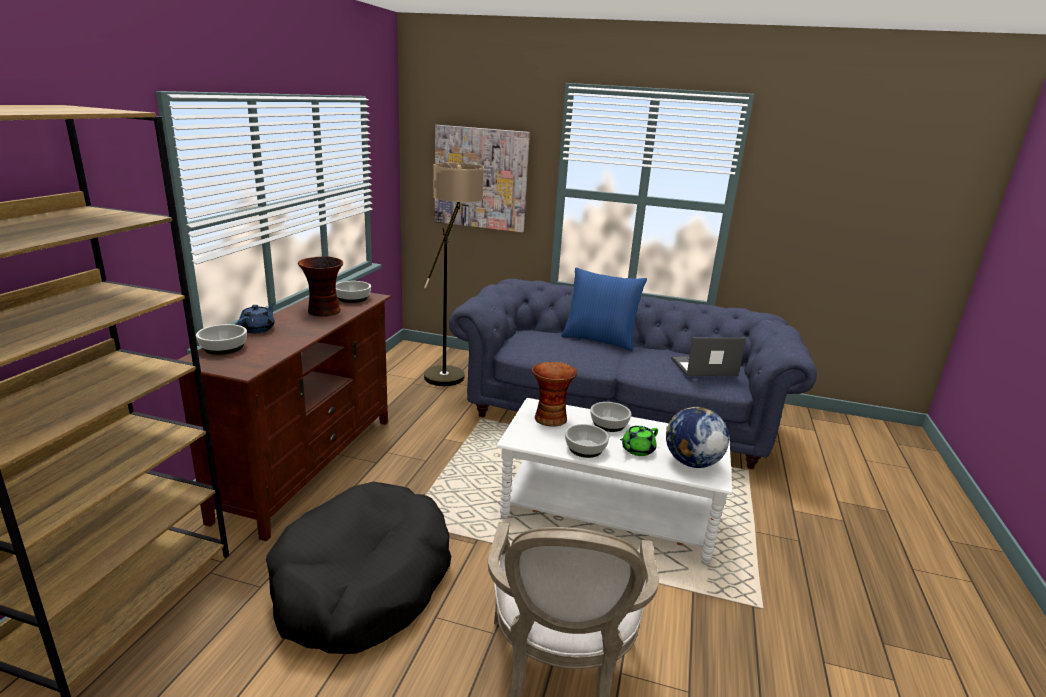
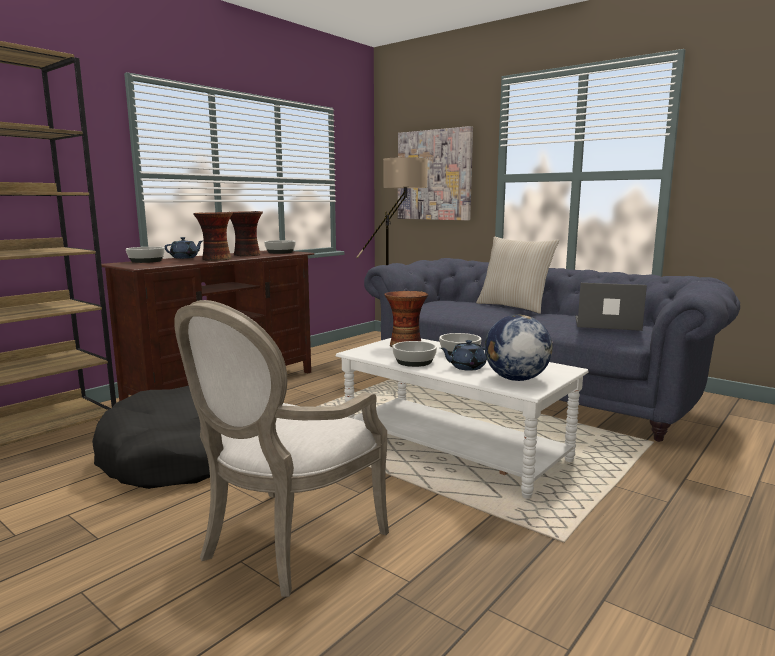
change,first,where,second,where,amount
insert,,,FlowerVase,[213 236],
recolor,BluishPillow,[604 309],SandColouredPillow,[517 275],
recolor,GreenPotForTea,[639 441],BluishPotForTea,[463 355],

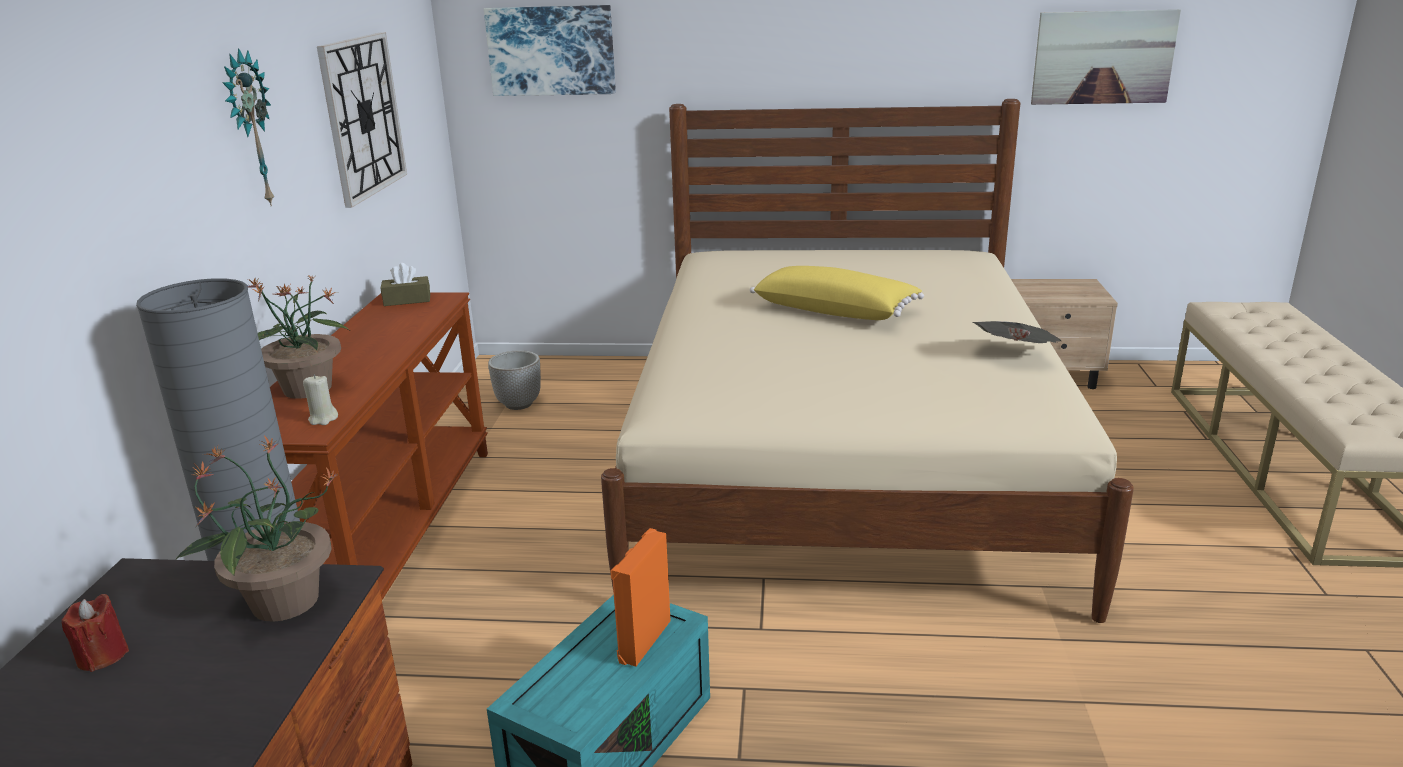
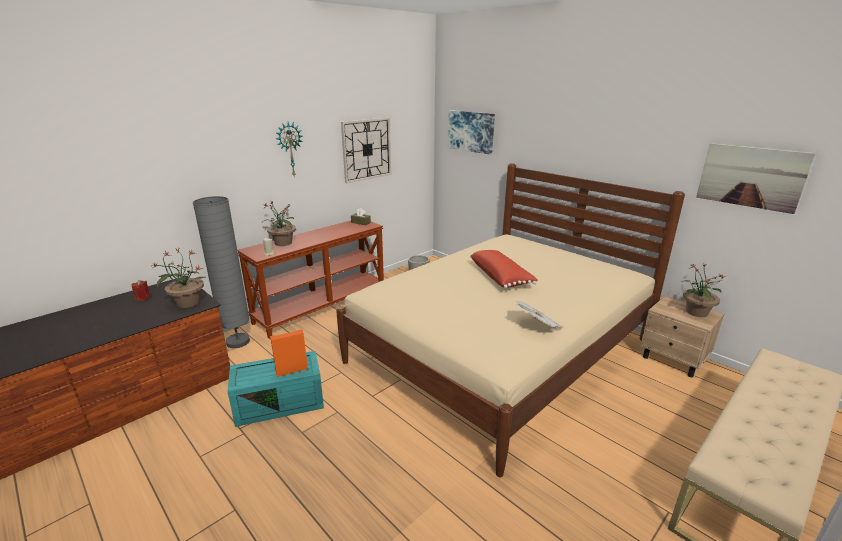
change,first,where,second,where,amount
insert,,,PlantInAPot,[704 290],
recolor,YellowColouredPillow,[837 293],ReddishPillow,[504 269],

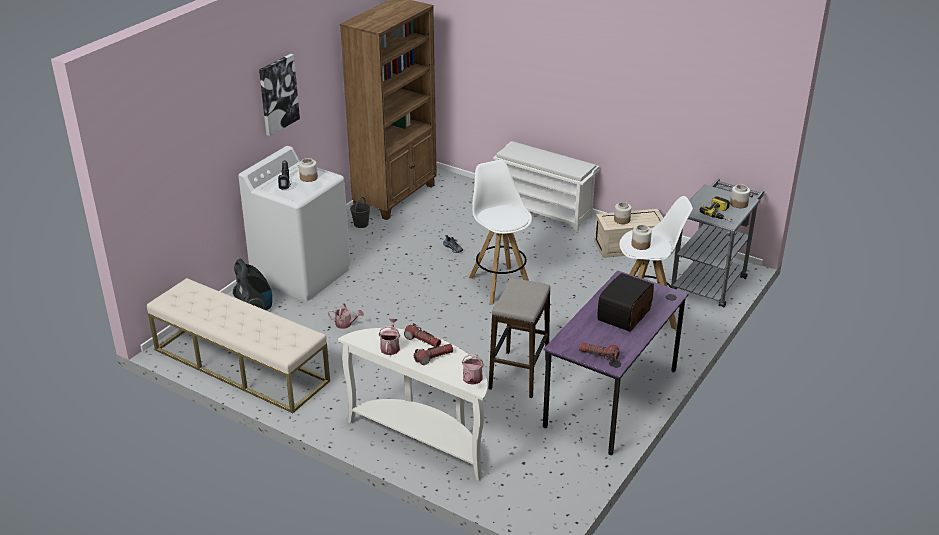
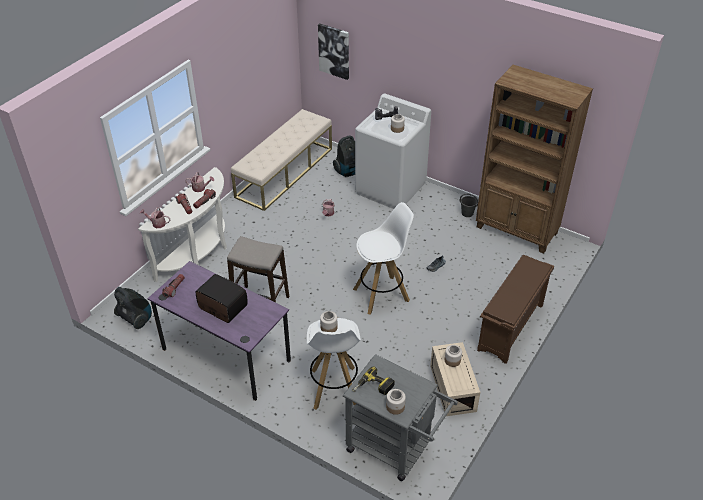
change,first,where,second,where,amount
insert,,,VacuumCleaner,[133 308],
move,WallPicture,[279 95],,[333 51],
recolor,WhiteShoeShelf,[546 186],BrownColouredShoeShelf,[515 309],

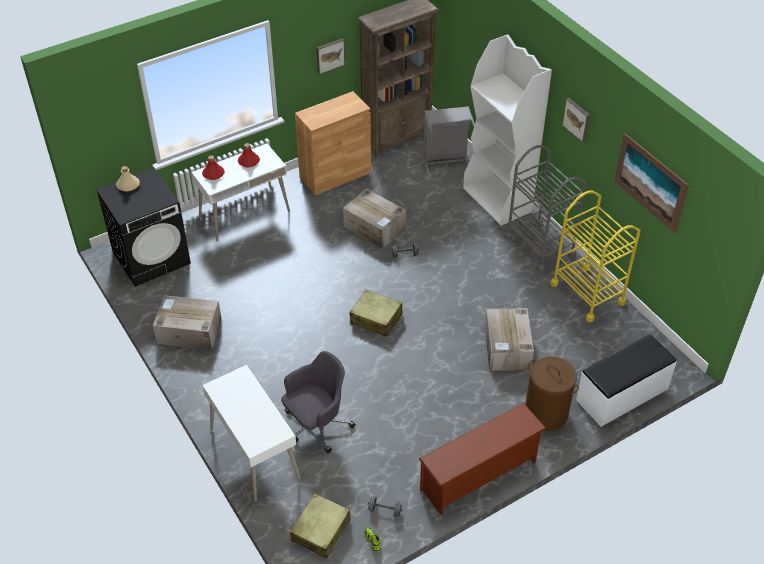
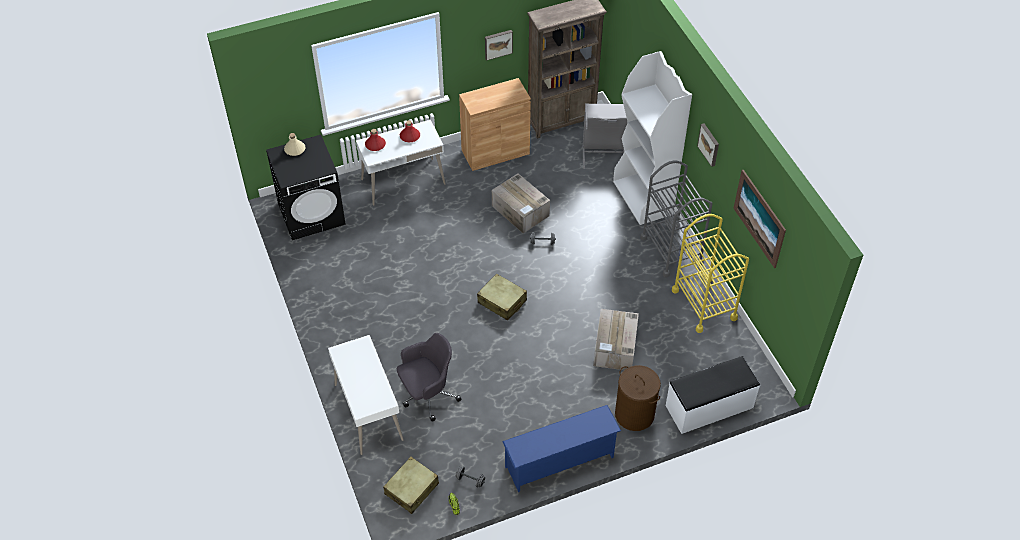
change,first,where,second,where,amount
delete,CardboardBox,[187 322],,,
recolor,BrownColouredShoeShelf,[482 459],BluishShoeShelf,[561 448],

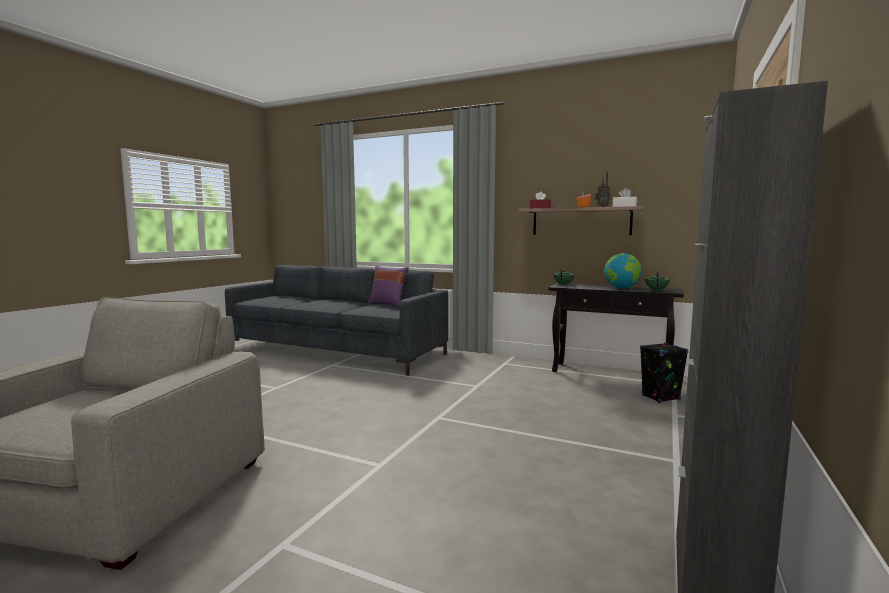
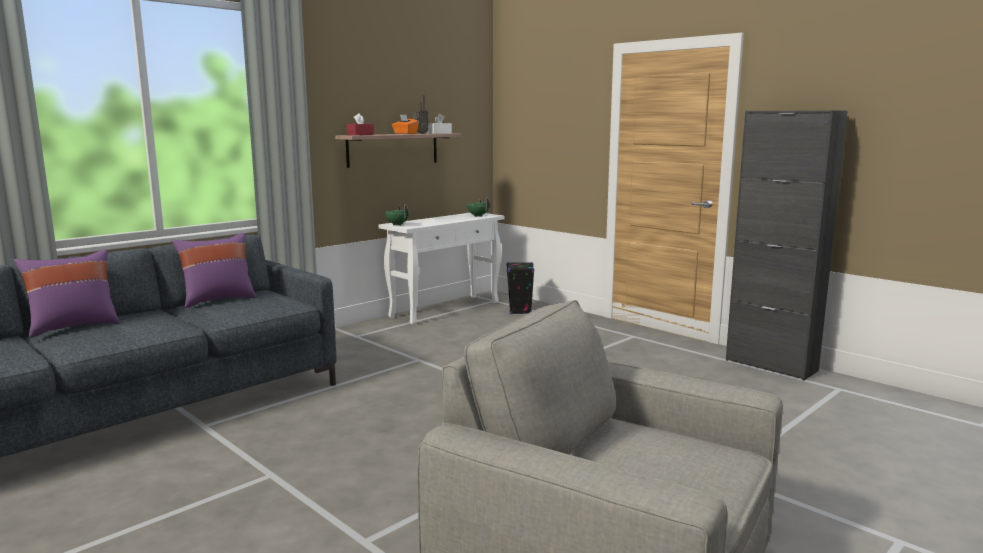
change,first,where,second,where,amount
delete,DeskGlobe,[623 271],,,
insert,,,PurplePillow,[67 293],
recolor,BlackConsoleTable,[616 327],WhiteConsoleTable,[441 269],

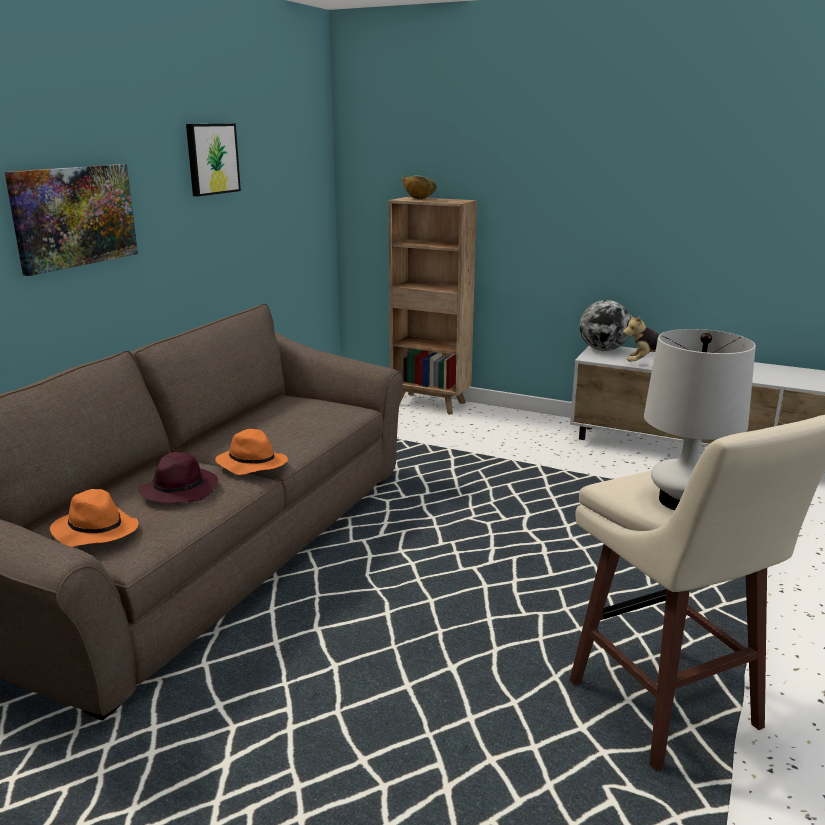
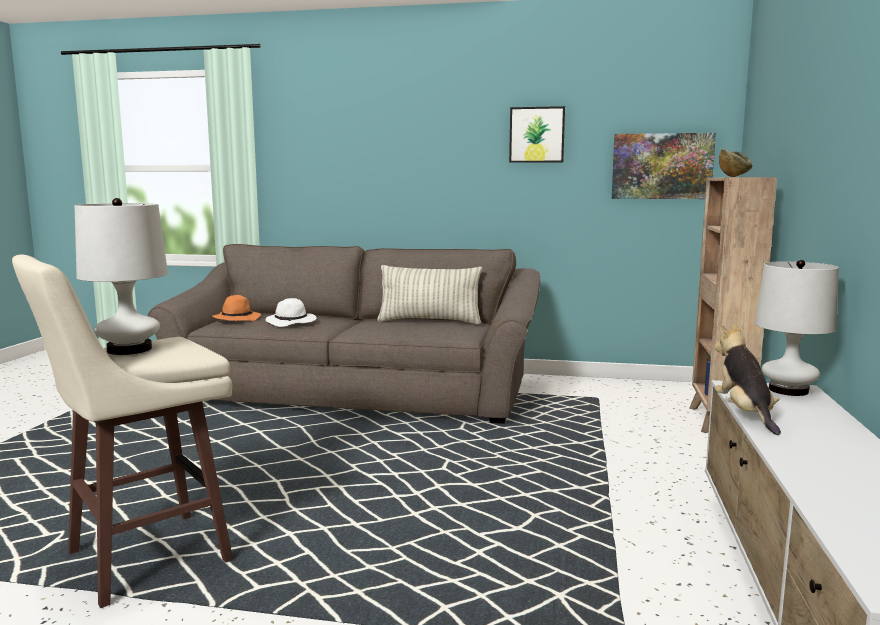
change,first,where,second,where,amount
delete,OrangeColouredWearableHat,[251 452],,,
insert,,,Pillow,[430 294],
move,WallPicture,[71 220],,[664 166],
replace,DeskGlobe,[605 325],WhiteLampForATable,[797 328],
recolor,PurpleWearableHat,[178 477],WhiteWearableHat,[291 312],

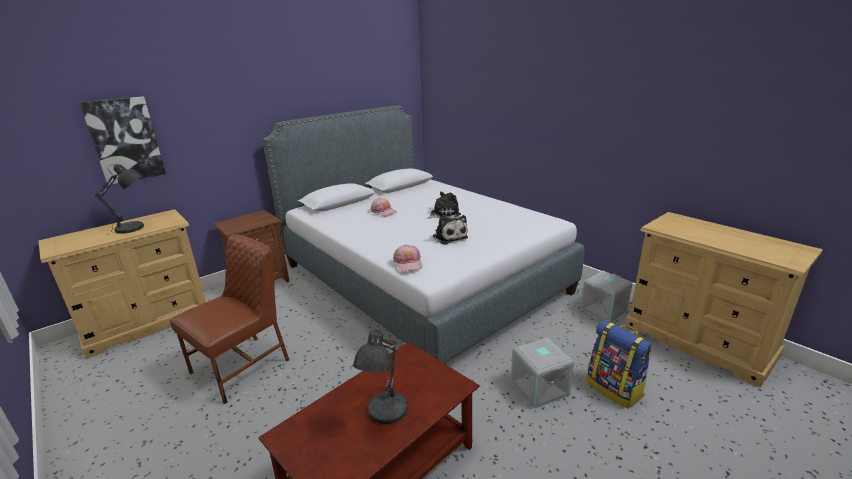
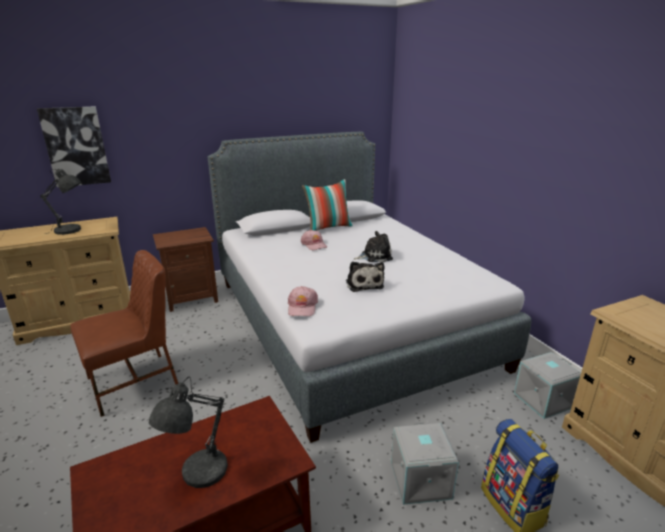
change,first,where,second,where,amount
insert,,,Pillow,[327 205],

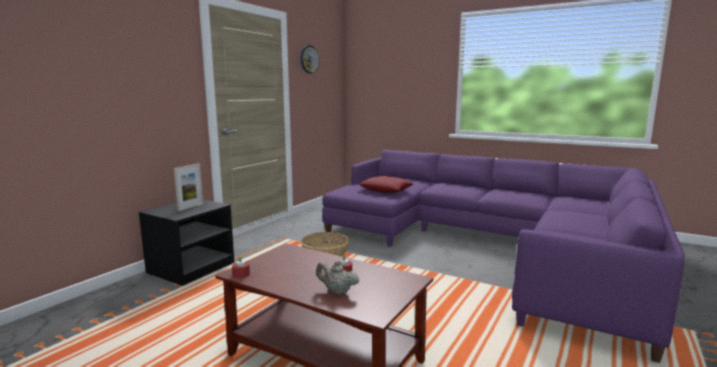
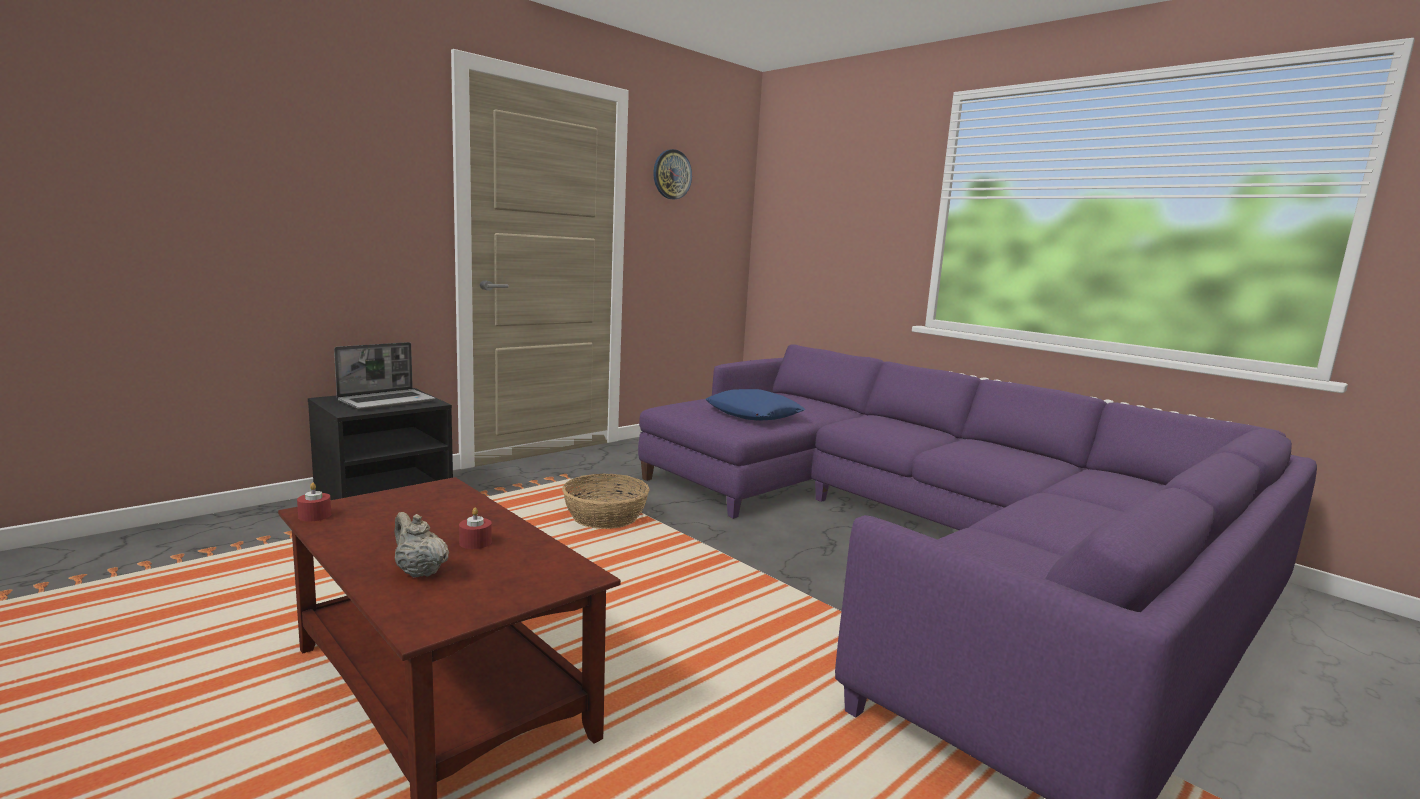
change,first,where,second,where,amount
replace,StandingFrame,[188 187],Laptop,[385 376],
recolor,ReddishPillow,[386 184],BluishPillow,[756 405],

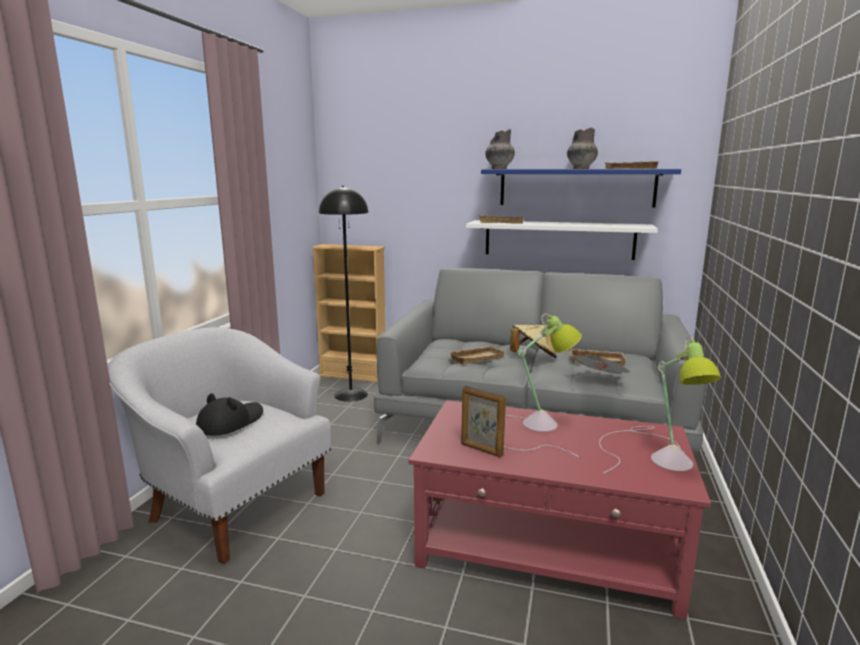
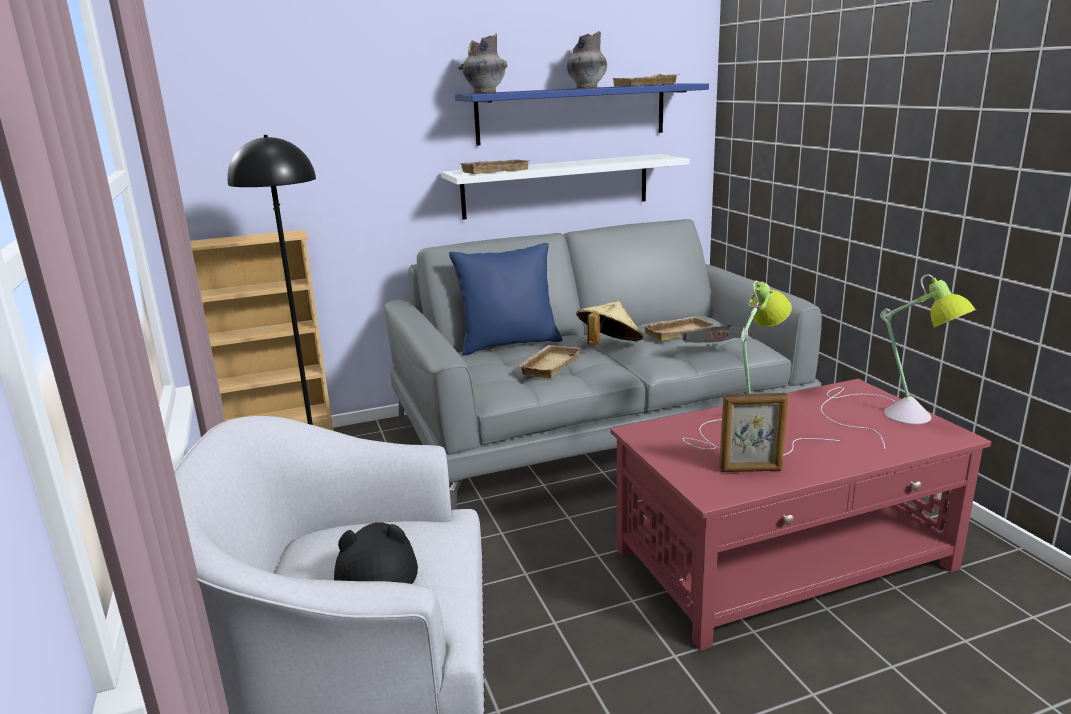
change,first,where,second,where,amount
insert,,,BluishPillow,[505 299],

